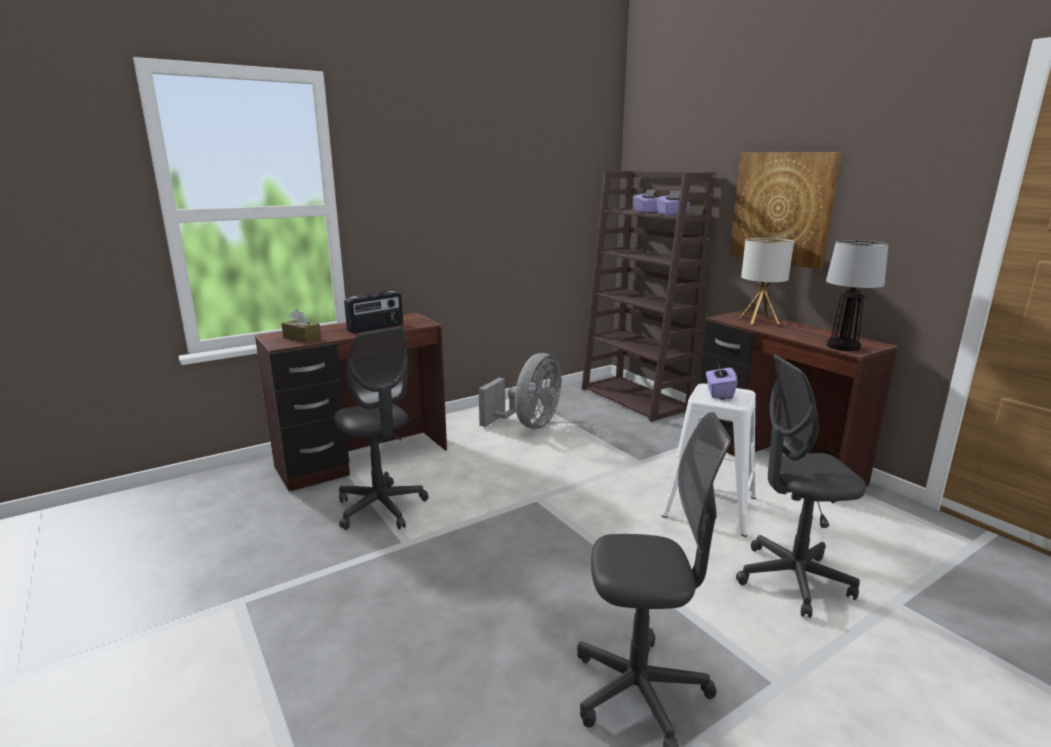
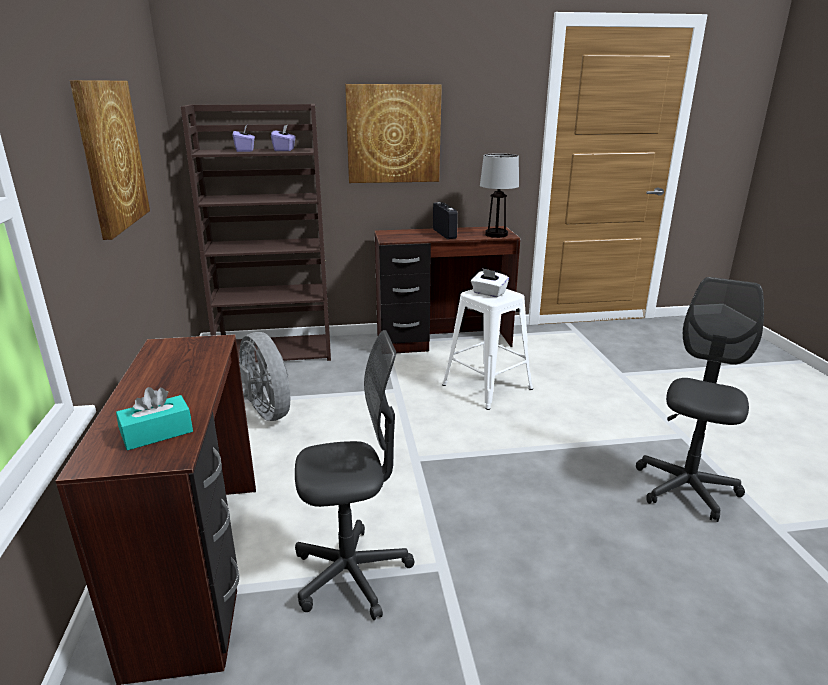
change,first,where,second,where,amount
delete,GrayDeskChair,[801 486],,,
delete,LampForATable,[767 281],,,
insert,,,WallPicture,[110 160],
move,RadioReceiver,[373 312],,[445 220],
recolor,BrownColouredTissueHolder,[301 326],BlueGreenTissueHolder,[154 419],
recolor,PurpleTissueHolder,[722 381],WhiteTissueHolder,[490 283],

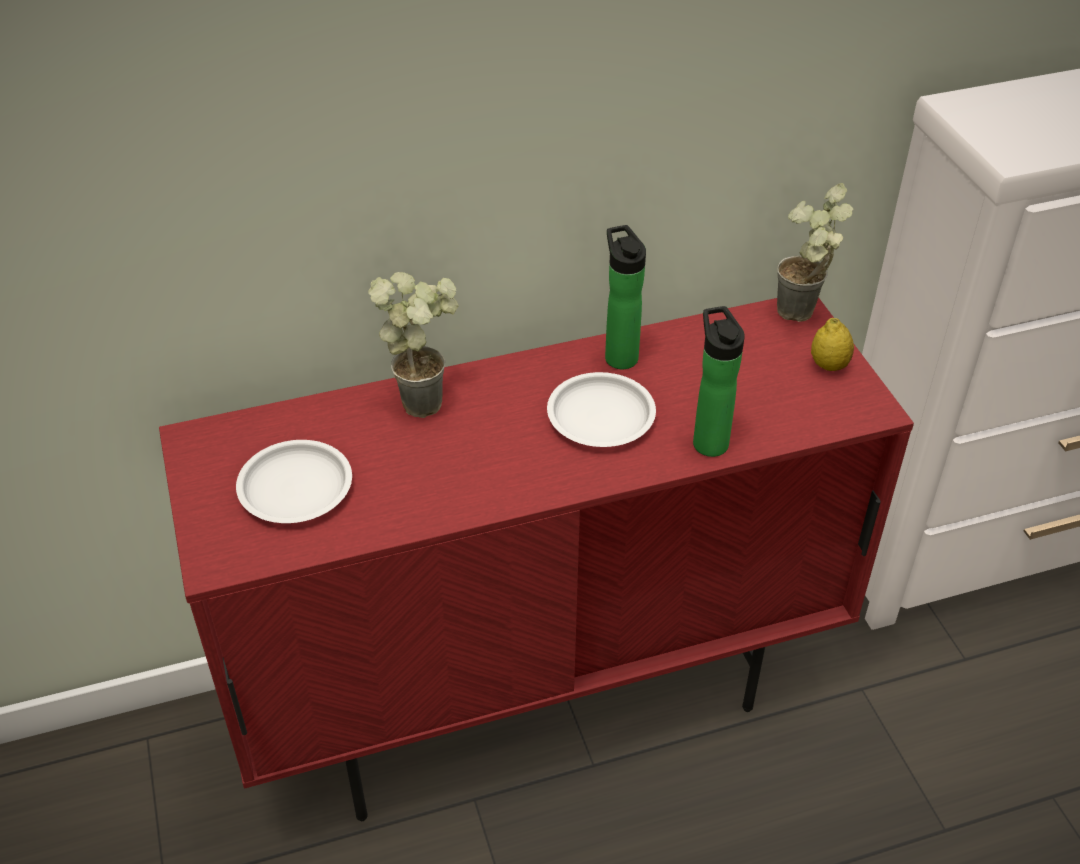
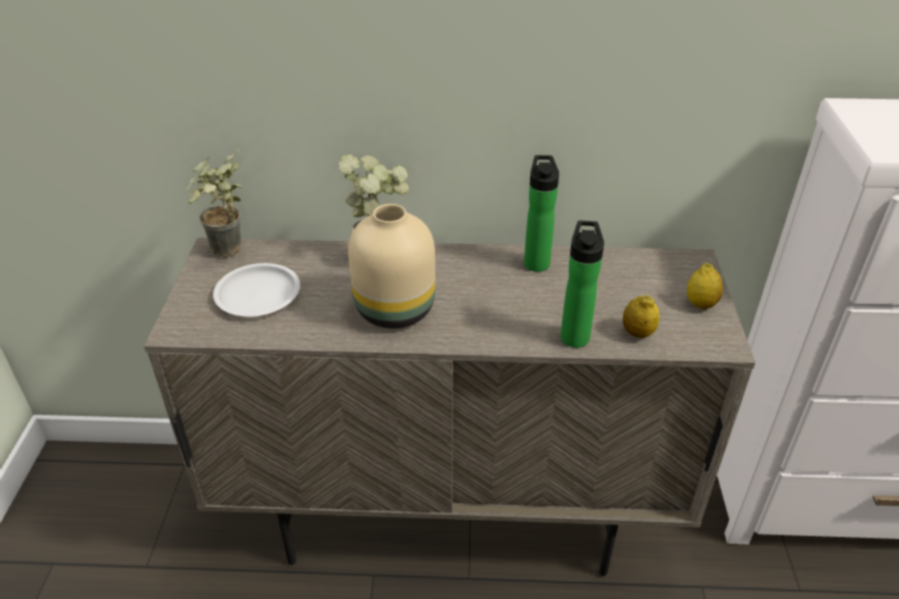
change,first,where,second,where,amount
delete,WhitePlate,[601 409],,,
insert,,,SandColouredFlowerVase,[391 266],
insert,,,WholeLemon,[641 316],
move,PlantInAPot,[815 252],,[214 203],
recolor,ReddishStorageCabinet,[536 559],SandColouredStorageCabinet,[449 407],

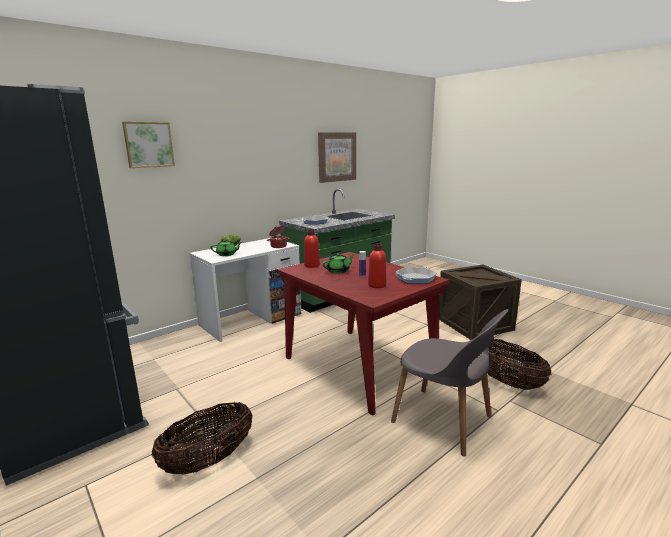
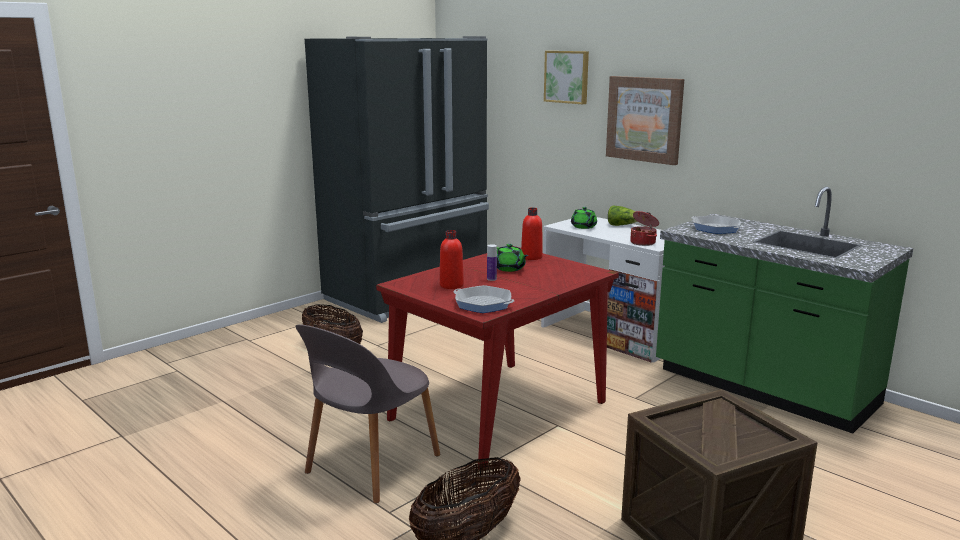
change,first,where,second,where,amount
move,WallPicture,[337 157],,[645 120],

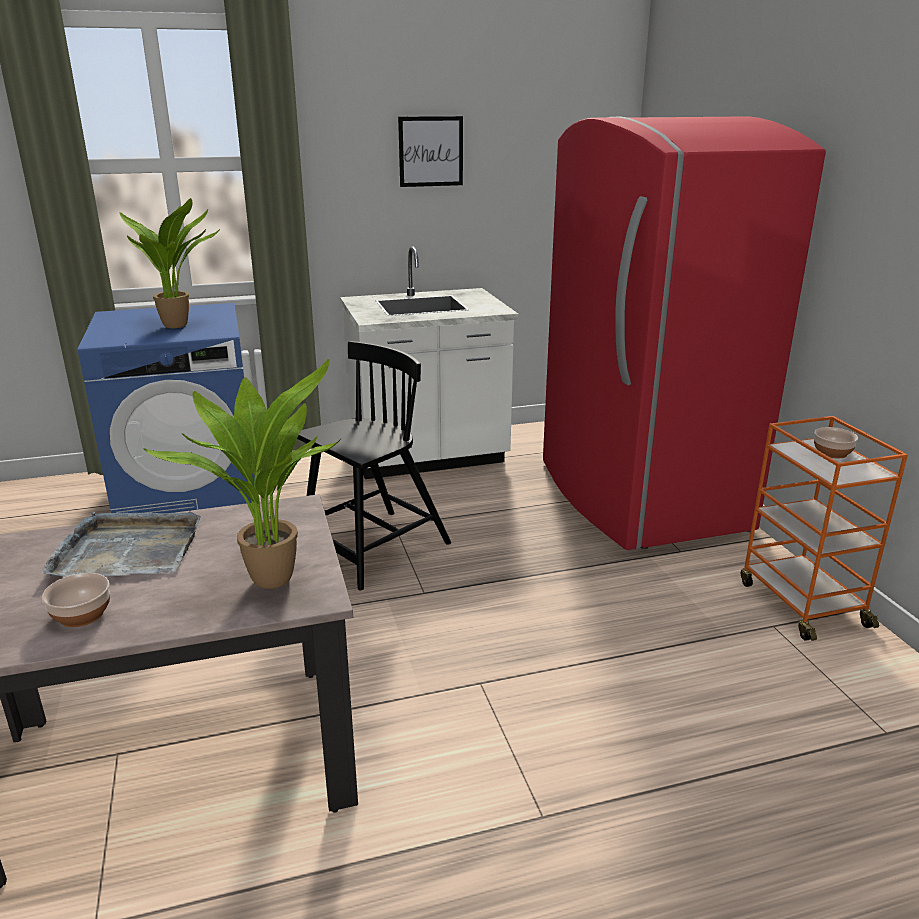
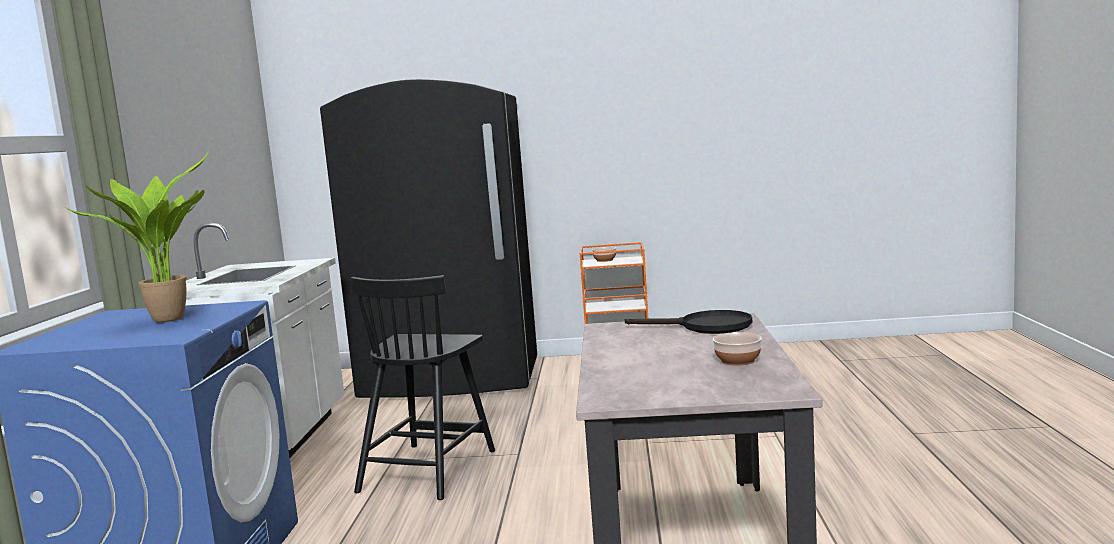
change,first,where,second,where,amount
delete,GrayCarryingTray,[121 544],,,
delete,WallPicture,[430 151],,,
replace,PlantInAPot,[242 474],BlackSkillet,[688 322],
recolor,ReddishRefrigerator,[684 333],BlackRefrigerator,[428 238],
rotate,BlackPlainChair,[374 466],,[422 387],135 degrees counterclockwise

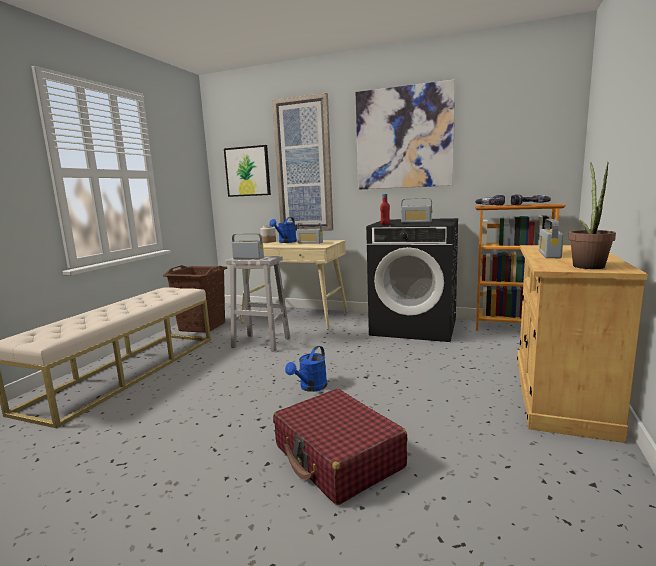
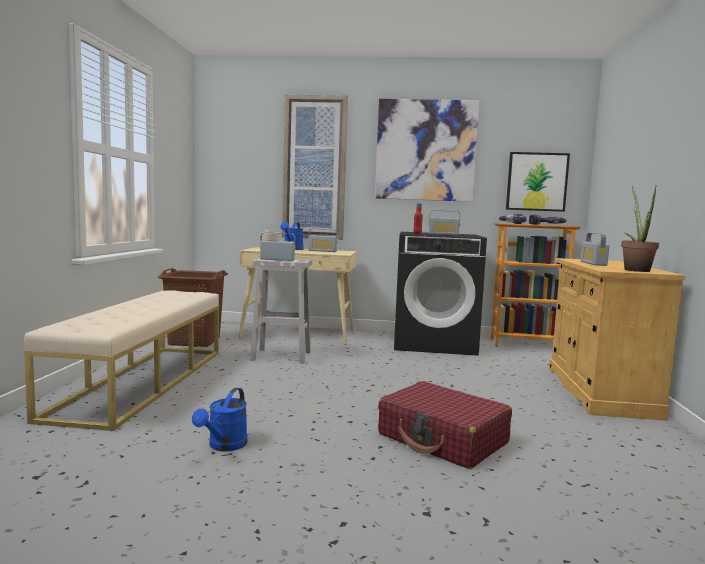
change,first,where,second,where,amount
move,WallPicture,[247 171],,[538 182],
move,BluishSprinklingCan,[306 369],,[220 419],

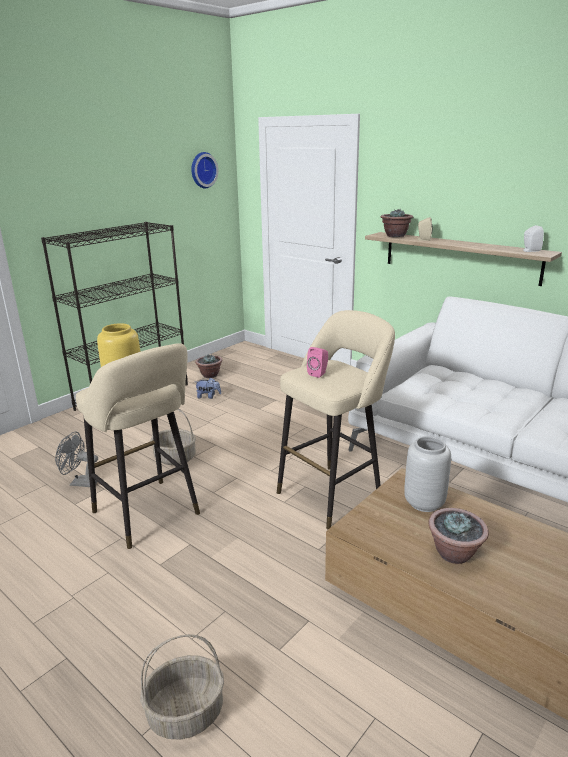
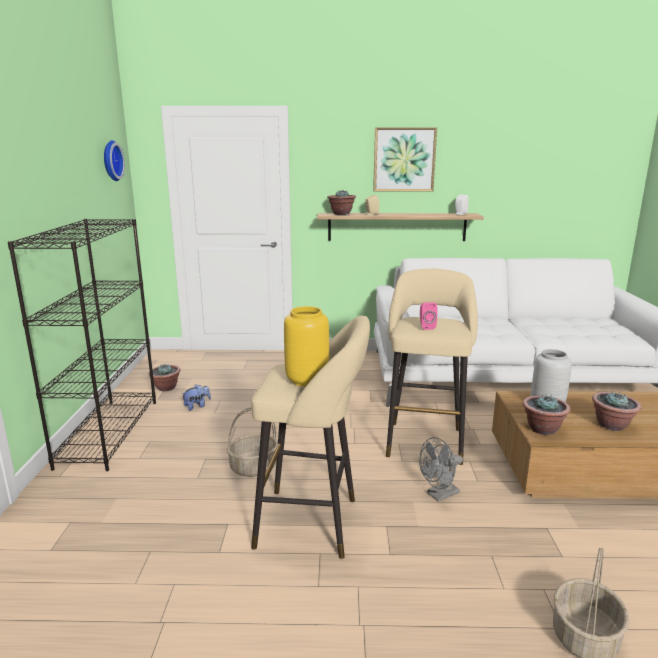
change,first,where,second,where,amount
insert,,,WallPicture,[405 159],
insert,,,PlantInAPot,[547 414],
move,GrayElectricFan,[76 459],,[441 469],

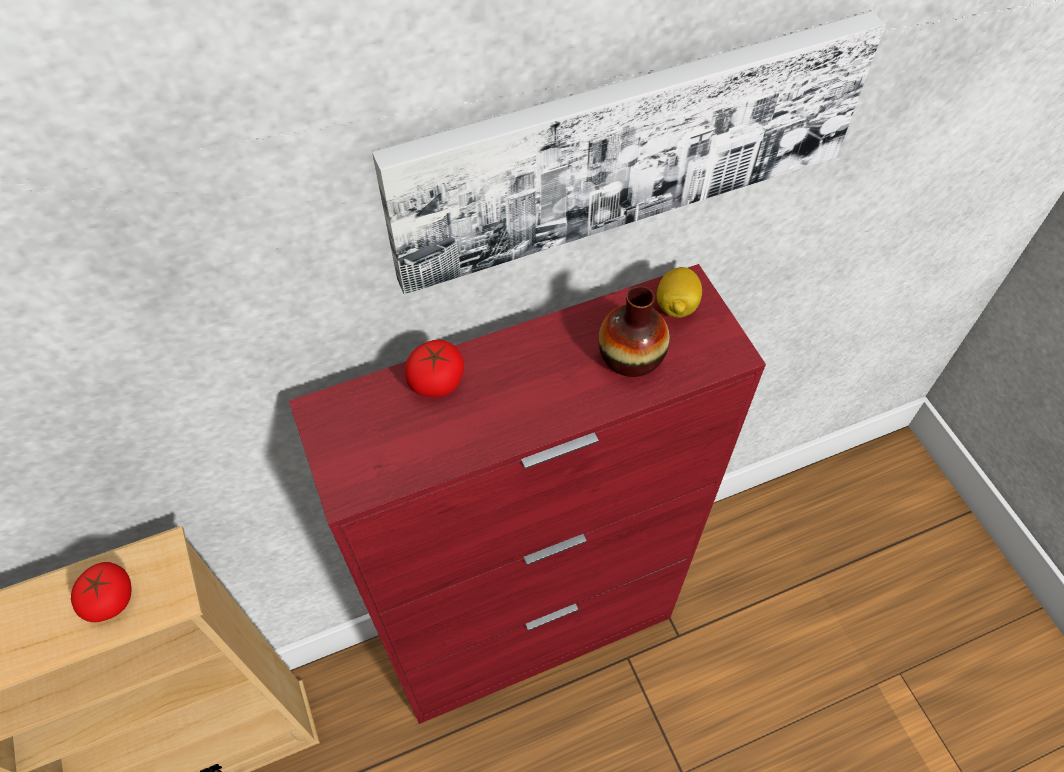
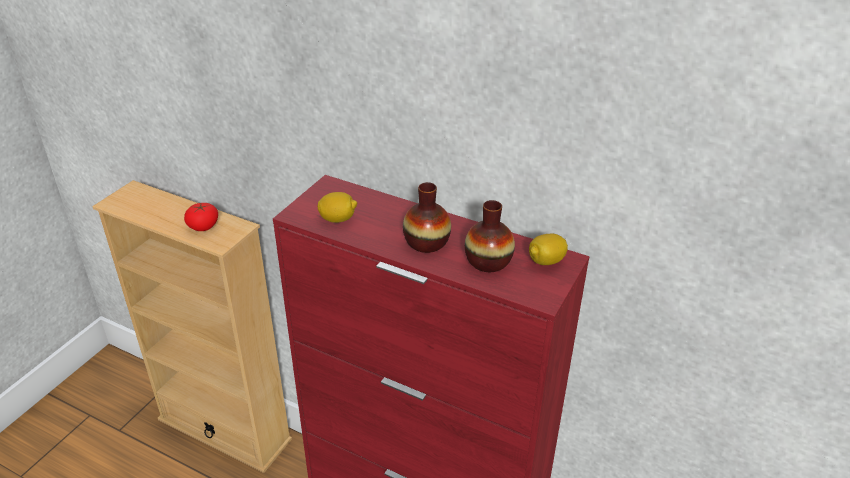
change,first,where,second,where,amount
delete,WallPicture,[629 153],,,
delete,WholeTomato,[434 369],,,
insert,,,WholeLemon,[337 207],
insert,,,FlowerVase,[427 217],

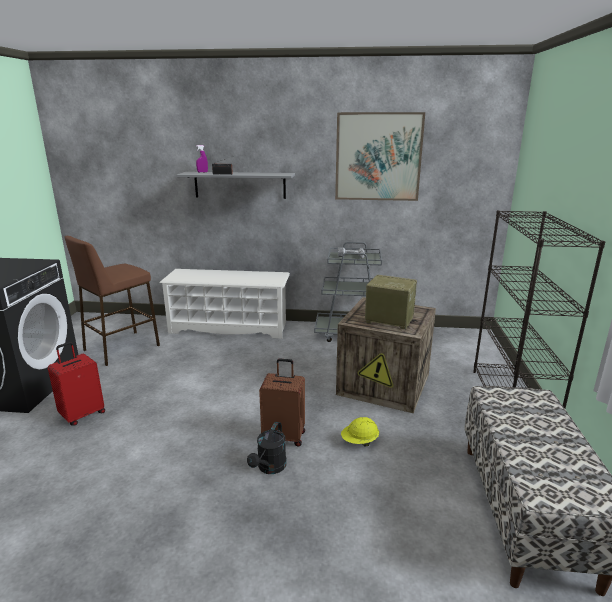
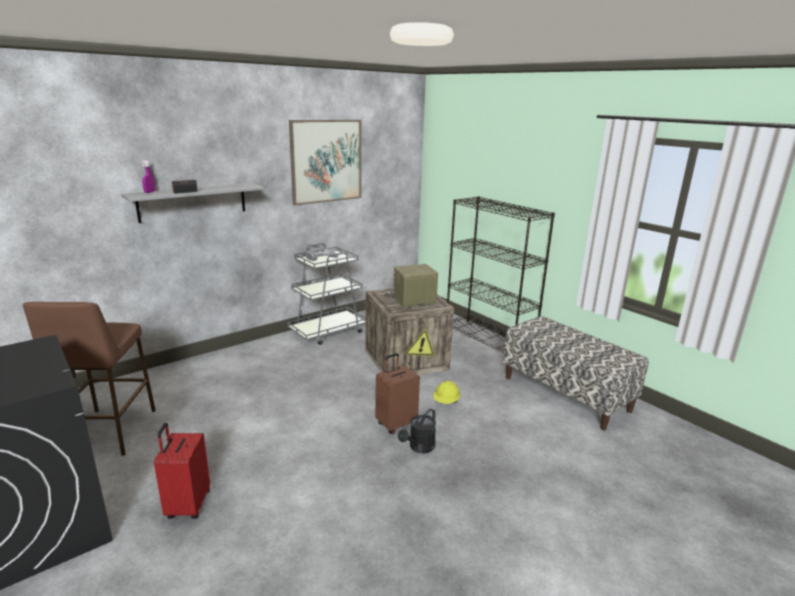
change,first,where,second,where,amount
delete,WhiteShoeShelf,[224 304],,,
rotate,BlackSprinklingCan,[267 448],,[417 431],60 degrees clockwise

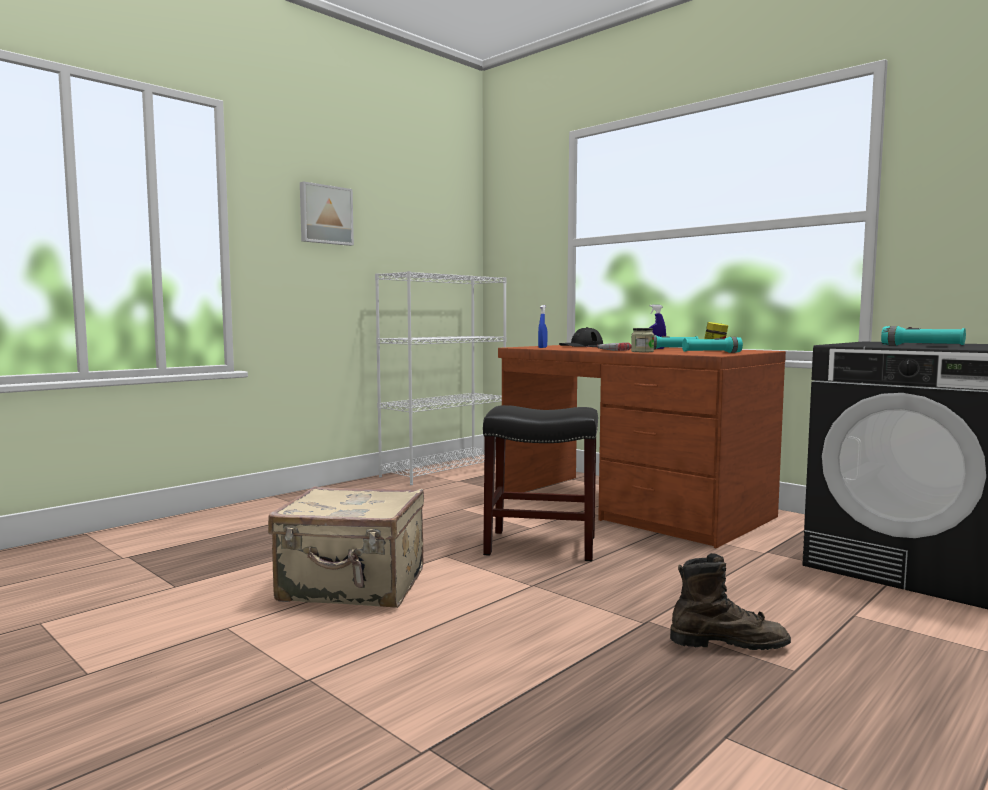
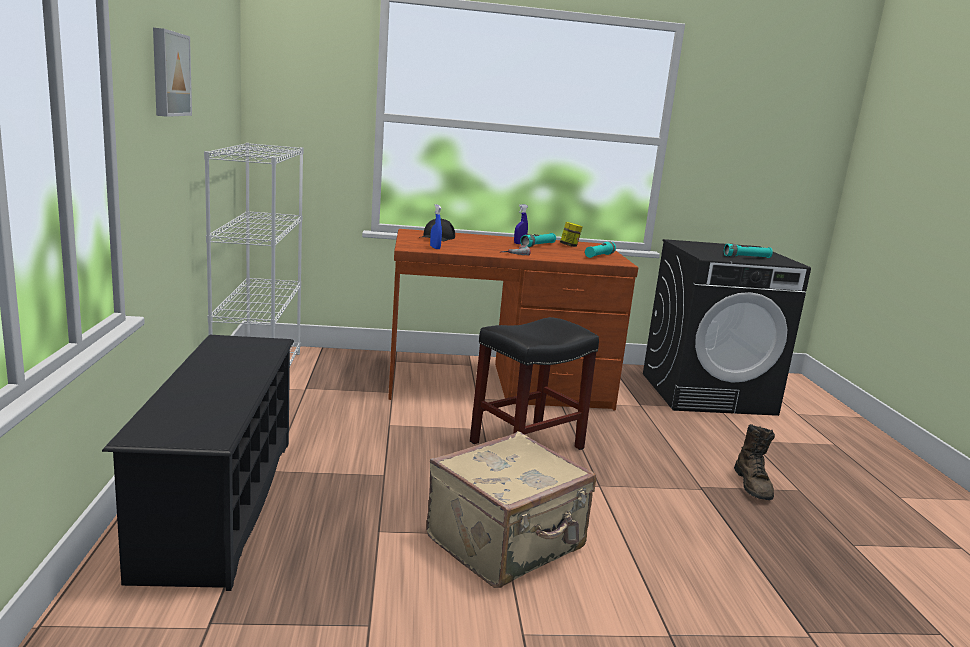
change,first,where,second,where,amount
delete,StorageJar,[642 340],,,
insert,,,BlackShoeShelf,[198 463],
rotate,BrownColouredHighTopBoot,[730 601],,[754 462],135 degrees clockwise

